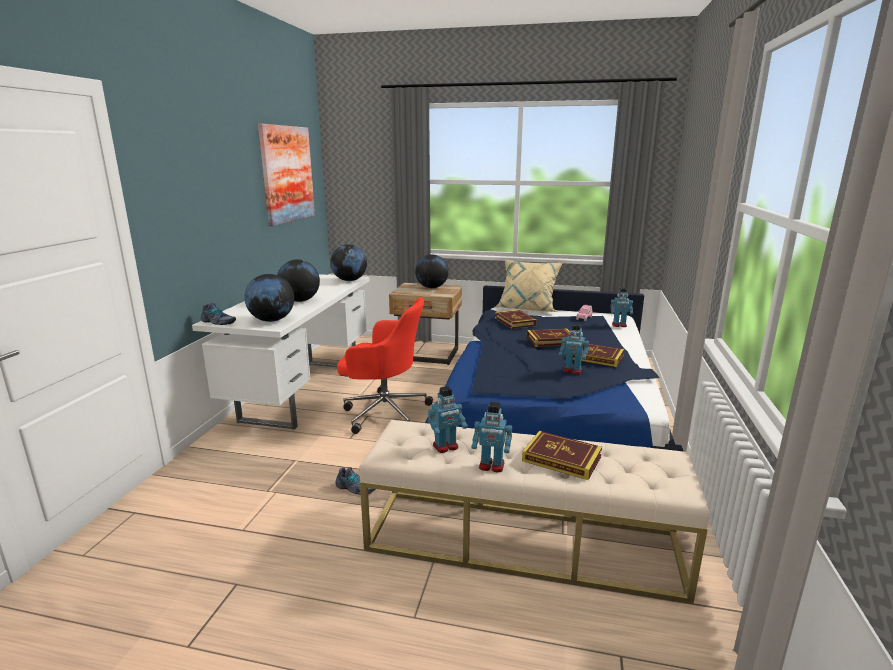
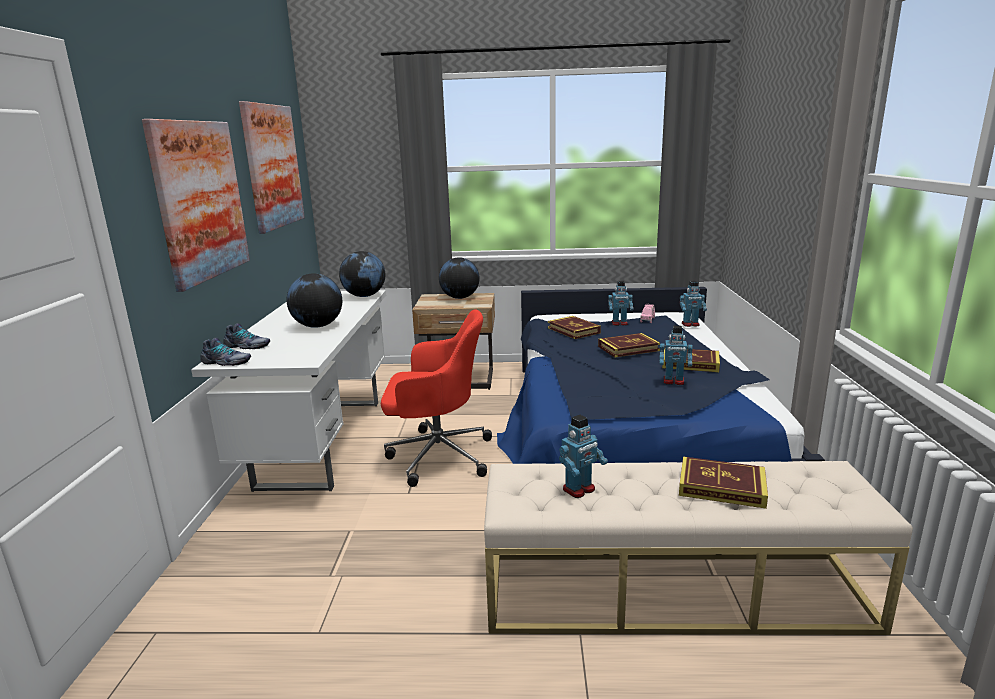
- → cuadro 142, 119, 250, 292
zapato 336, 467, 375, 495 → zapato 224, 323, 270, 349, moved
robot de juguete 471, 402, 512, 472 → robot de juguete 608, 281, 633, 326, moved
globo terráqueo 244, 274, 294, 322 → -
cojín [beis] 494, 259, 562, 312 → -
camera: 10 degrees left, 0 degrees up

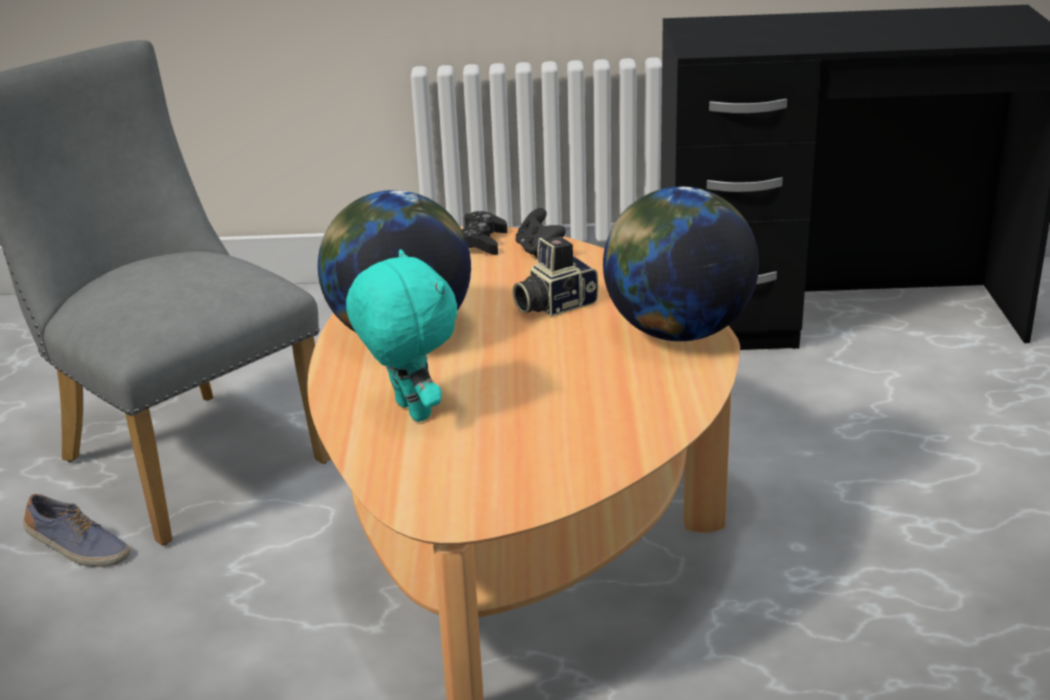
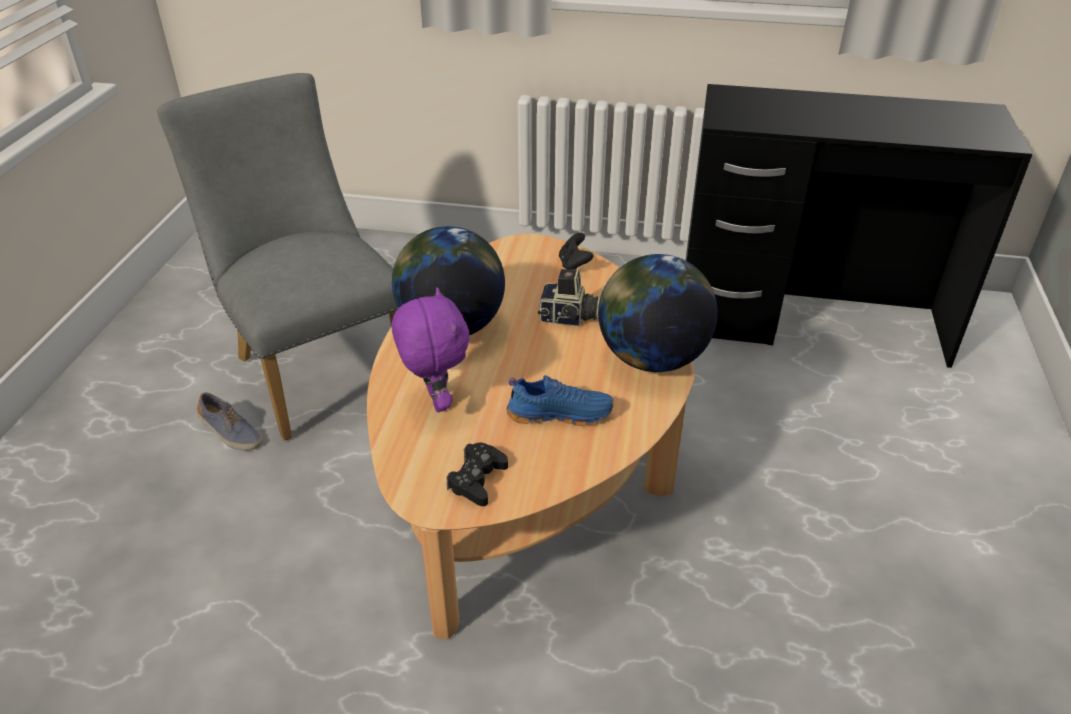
peluche [turquesa] 346, 249, 457, 422 → peluche [morado] 391, 287, 469, 412
mando de consola [negro] 462, 211, 507, 255 → mando de consola [negro] 447, 443, 508, 506, moved
- → zapato [azul] 507, 375, 614, 426
cámara 513, 236, 598, 317 → cámara 538, 268, 601, 326, 150 degrees counterclockwise
camera: 10 degrees right, 10 degrees up

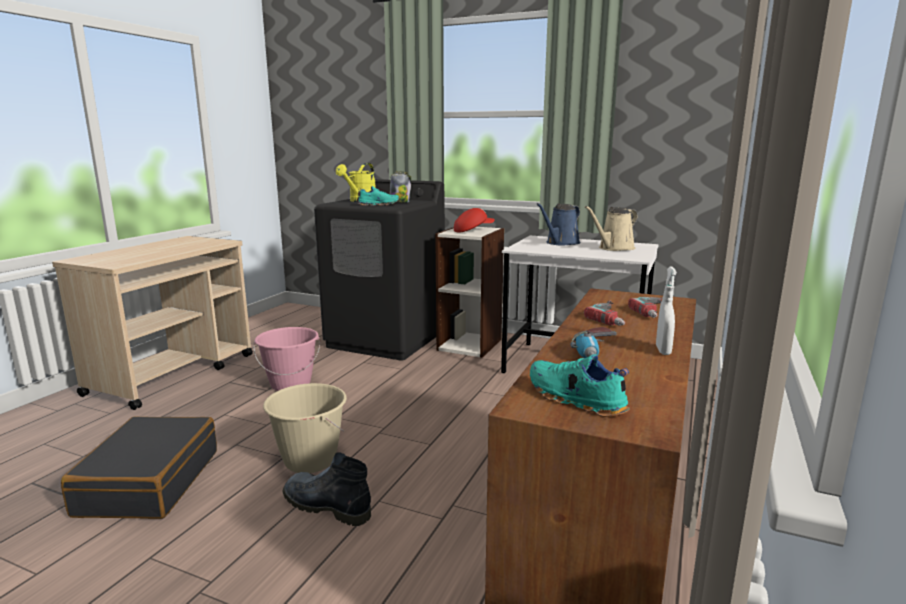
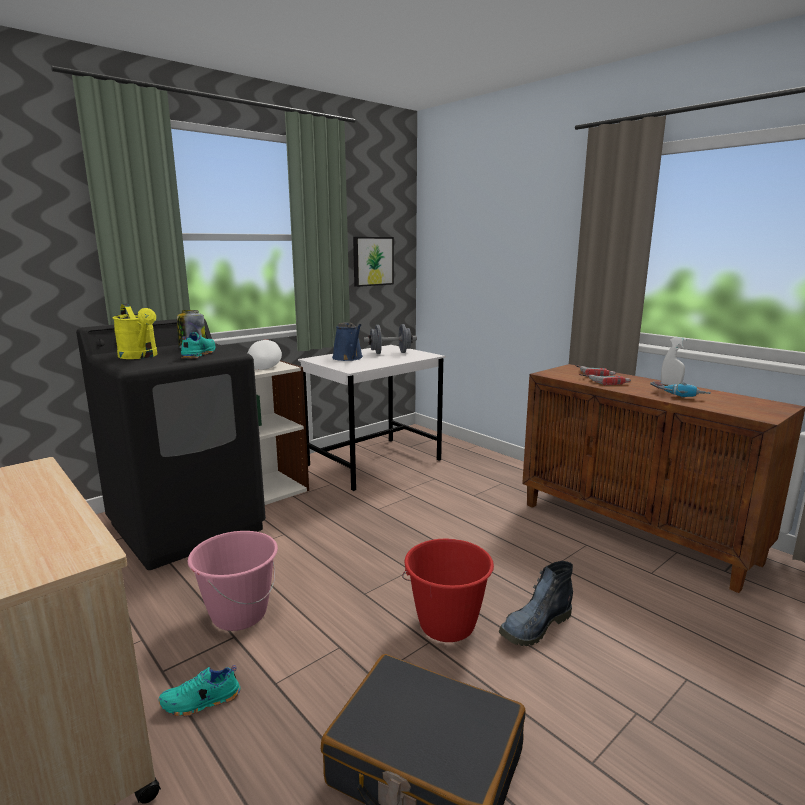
zapato [turquesa] 530, 354, 630, 417 → zapato [turquesa] 159, 665, 241, 717, moved
gorra [rojo] 454, 208, 495, 233 → gorra [blanco] 247, 339, 282, 370
- → cuadro 353, 237, 394, 287
regadera [beis] 585, 206, 638, 251 → mancuerna [gris] 364, 324, 417, 354
cubo [beis] 263, 383, 347, 473 → cubo [rojo] 402, 539, 494, 642
camera: 65 degrees left, 0 degrees up

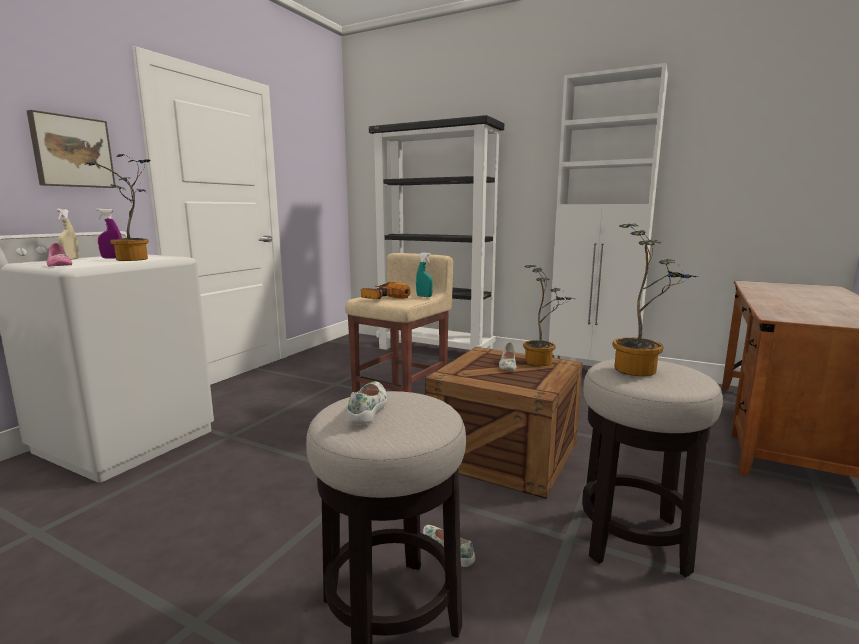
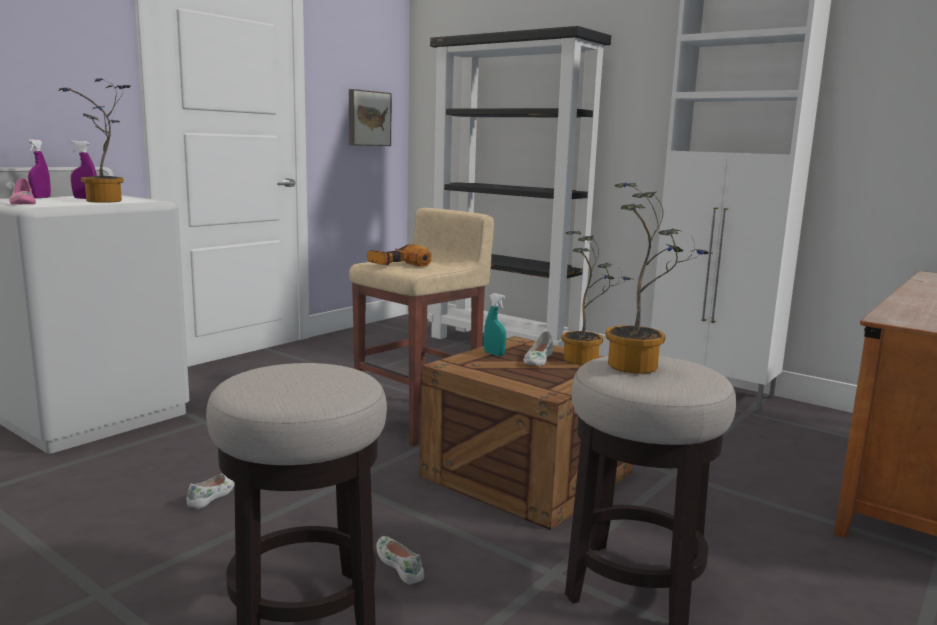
pulverizador [beis] 55, 208, 79, 260 → pulverizador [morado] 27, 139, 51, 198
zapato [blanco] 347, 381, 387, 424 → zapato [blanco] 187, 473, 234, 508, moved
cuadro 27, 110, 116, 188 → cuadro 349, 89, 392, 146, moved
pulverizador [turquesa] 416, 253, 433, 297 → pulverizador [turquesa] 484, 293, 506, 356, moved
camera: 10 degrees right, 0 degrees up

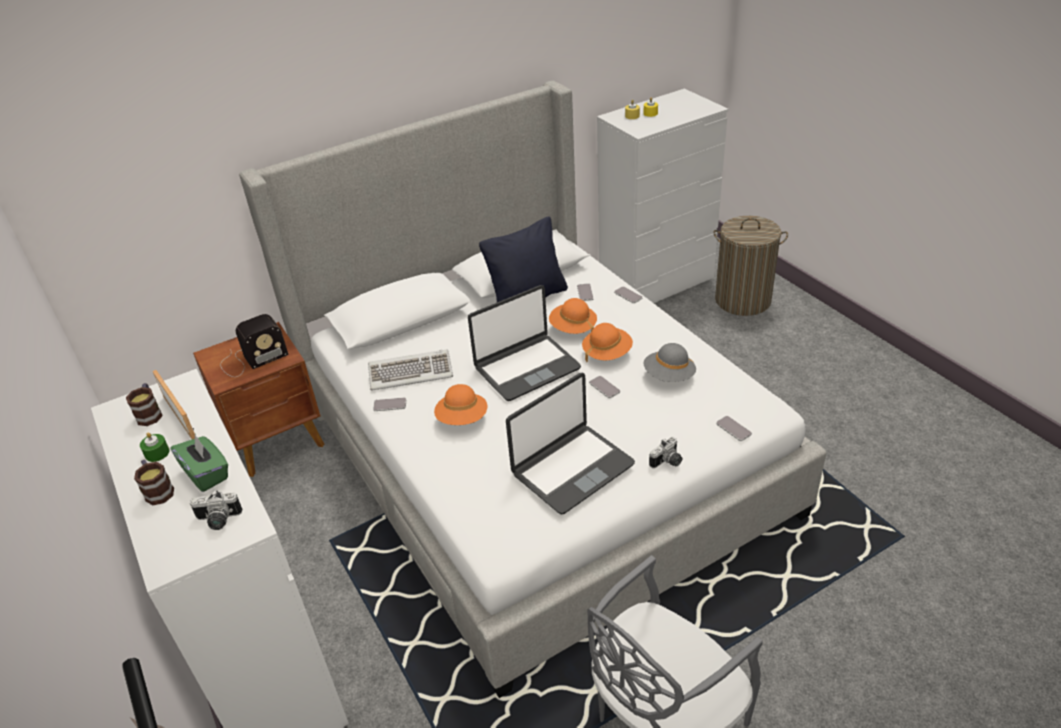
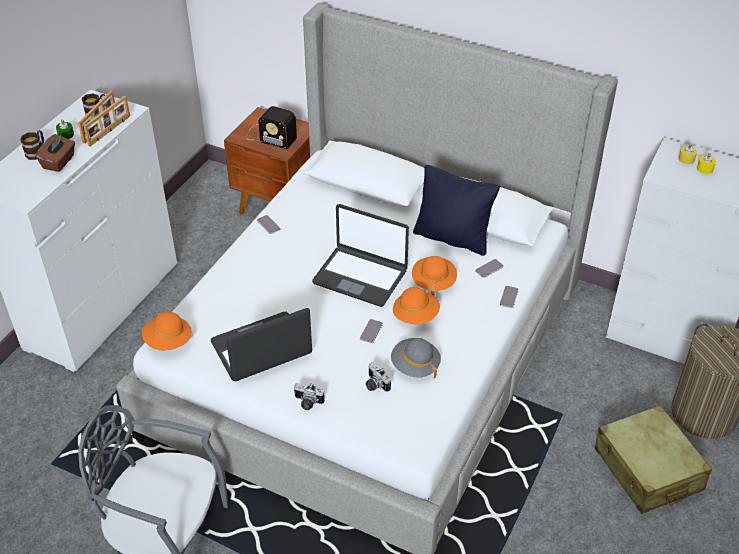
caja de pañuelos [verde] 171, 434, 228, 492 → caja de pañuelos [marrón] 36, 134, 75, 172
- → portarretratos 83, 96, 130, 147
sombrero [naranja] 434, 384, 487, 425 → sombrero [naranja] 142, 312, 192, 350, moved
portátil 506, 373, 635, 515 → portátil 211, 308, 312, 381, 135 degrees clockwise
cámara 190, 489, 243, 530 → cámara 365, 362, 391, 392, moved
- → maleta [beis] 595, 405, 712, 514
teclado 368, 349, 453, 391 → -
móvil 716, 416, 752, 441 → -
camera: 55 degrees right, 5 degrees up

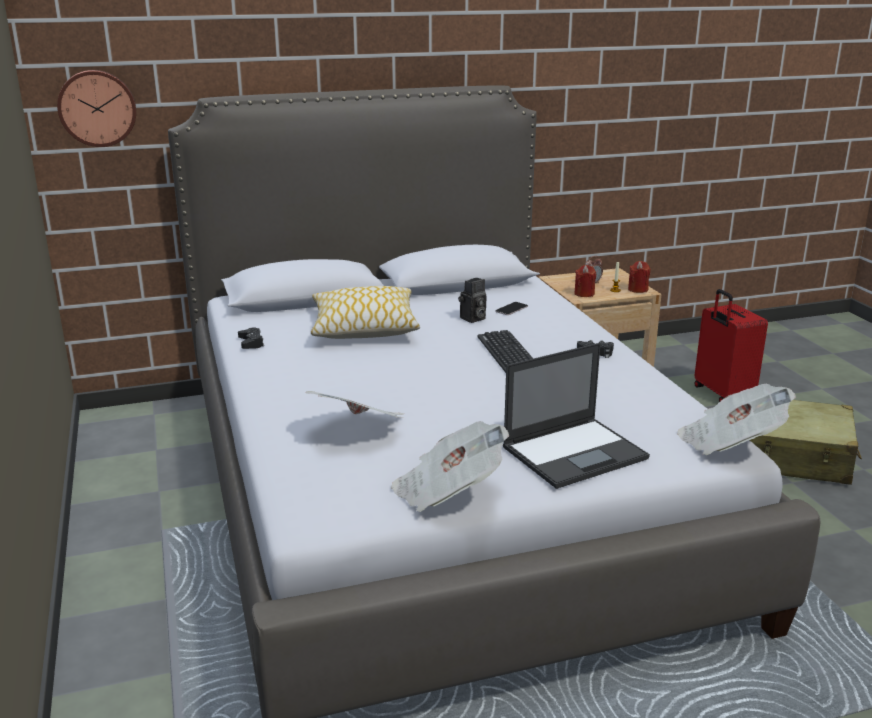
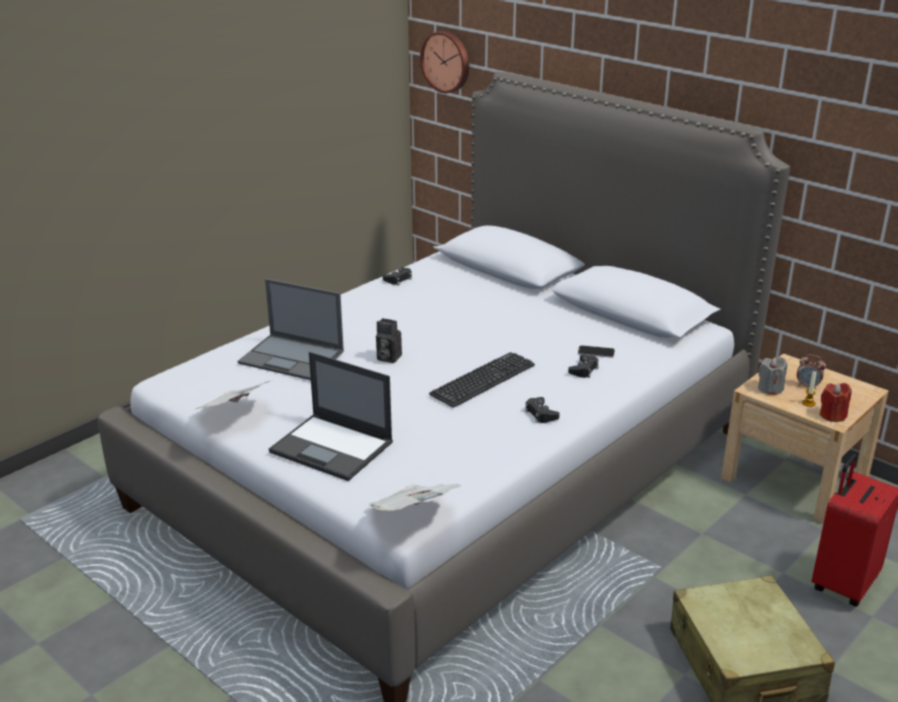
periódico 305, 391, 404, 418 → portátil 238, 279, 344, 380
cámara 458, 278, 487, 323 → cámara 376, 318, 402, 363, moved
- → mando de consola [negro] 568, 355, 599, 378
vela [rojo] 574, 265, 596, 297 → vela [gris] 758, 357, 787, 395
cojín 311, 286, 420, 339 → -
camera: 60 degrees right, 5 degrees up

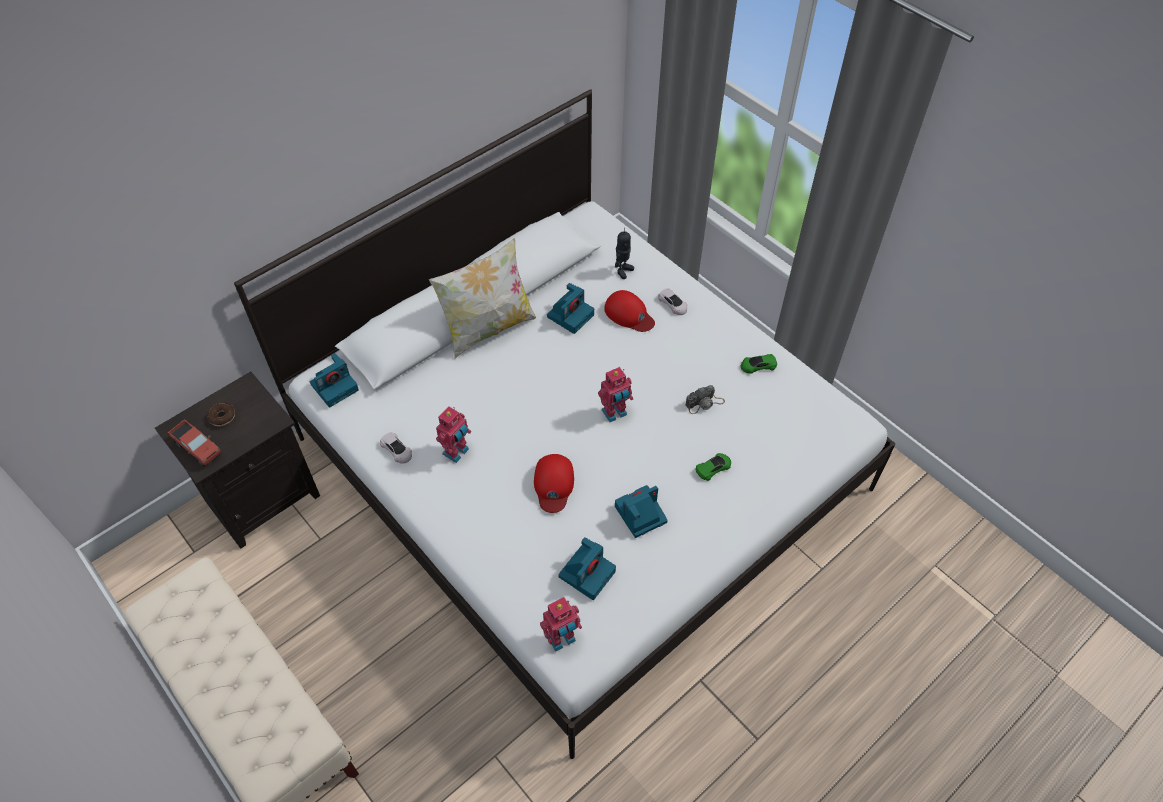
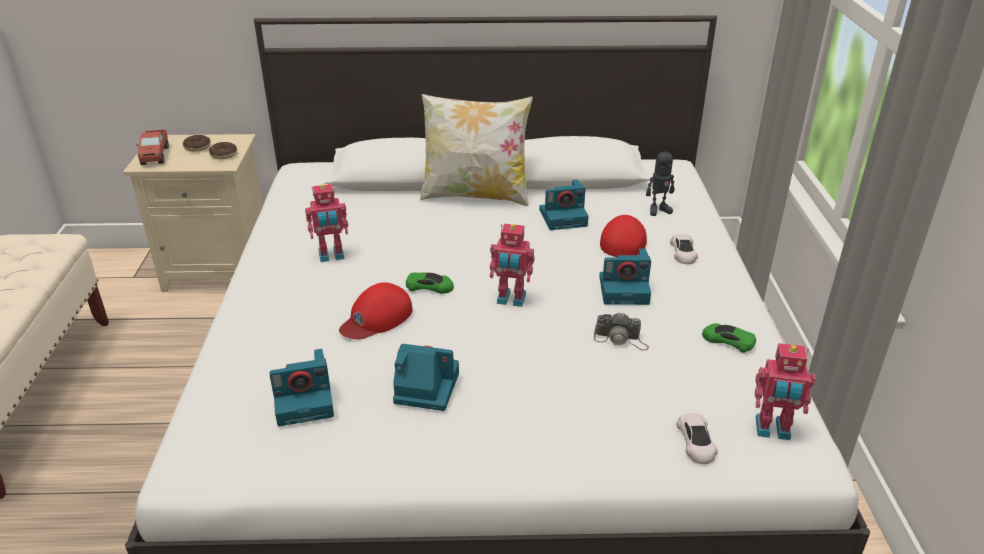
mesita de noche [negro] 155, 371, 320, 549 → mesita de noche [beis] 123, 134, 263, 292
- → rosquilla 209, 142, 237, 159
coche de juguete [verde] 695, 453, 731, 481 → coche de juguete [verde] 406, 272, 454, 294, moved
cámara 310, 353, 359, 407 → cámara 599, 248, 651, 305, moved
gorra [rojo] 604, 290, 655, 332 → gorra [rojo] 600, 215, 647, 257, 150 degrees counterclockwise
coche de juguete [blanco] 380, 432, 412, 464 → coche de juguete [blanco] 676, 413, 718, 464, moved
robot de juguete 540, 597, 582, 652 → robot de juguete 755, 343, 816, 440, moved
camera: 40 degrees right, 20 degrees down

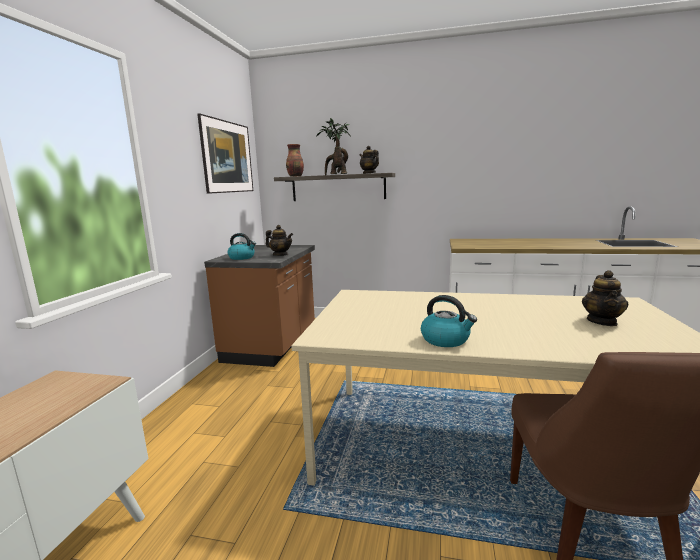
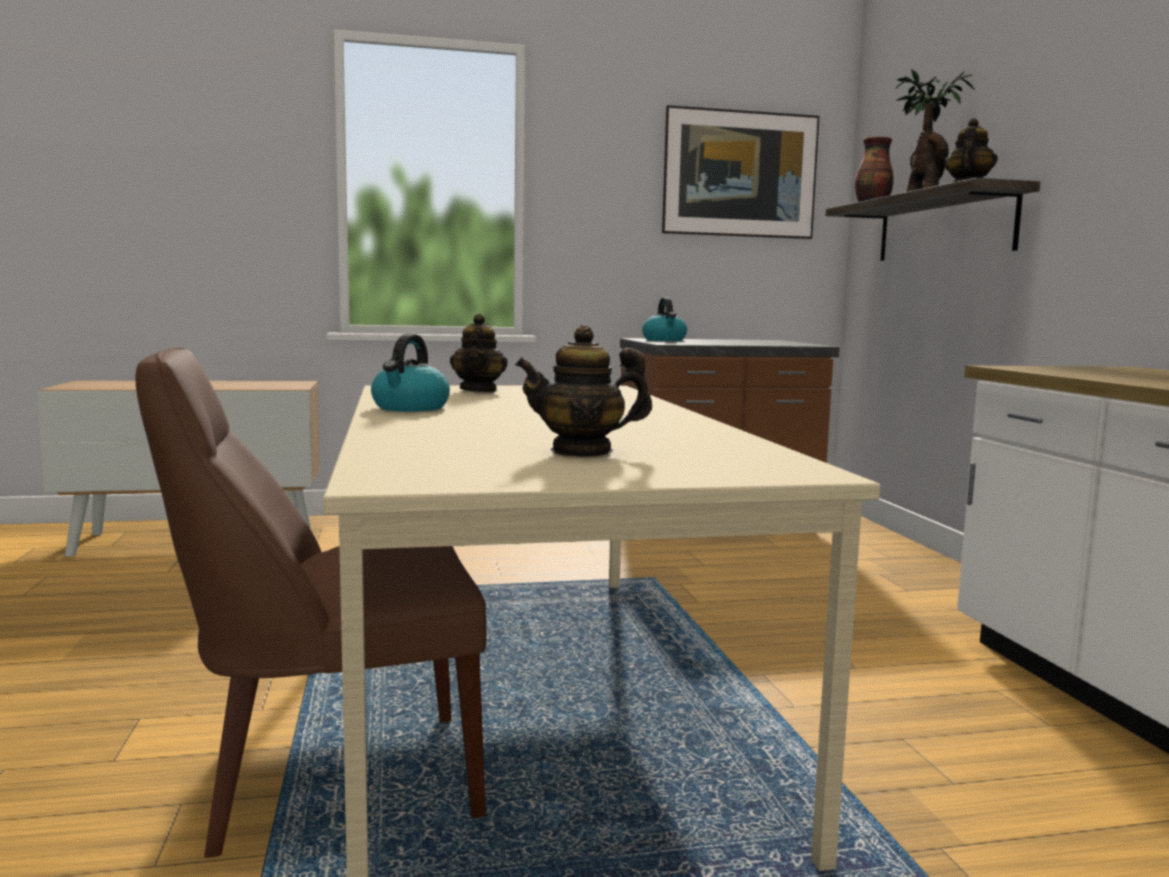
tetera 266, 225, 293, 256 → tetera 450, 313, 508, 392, moved
camera: 65 degrees right, 5 degrees down

